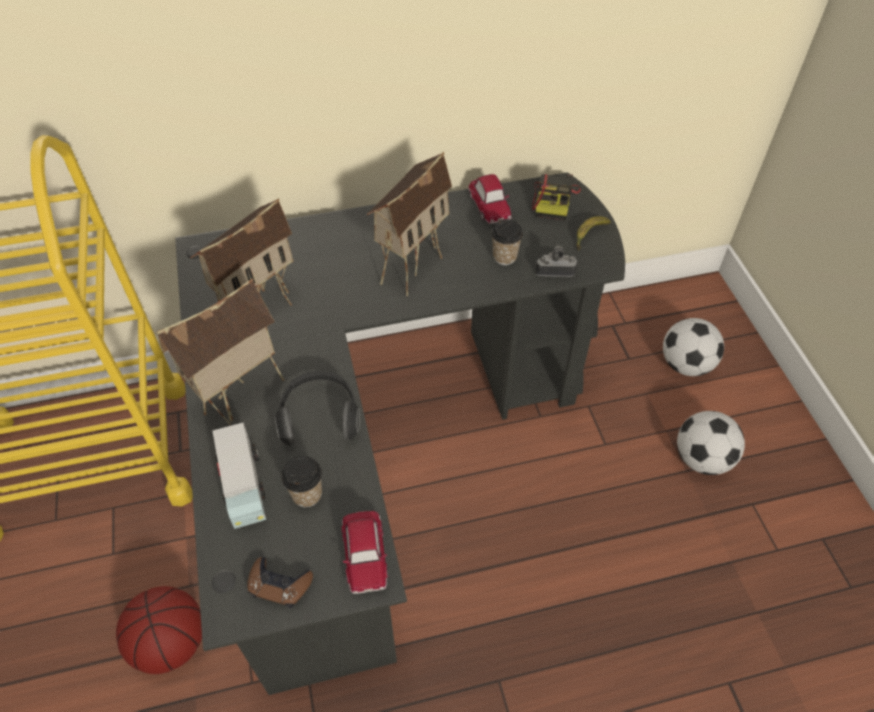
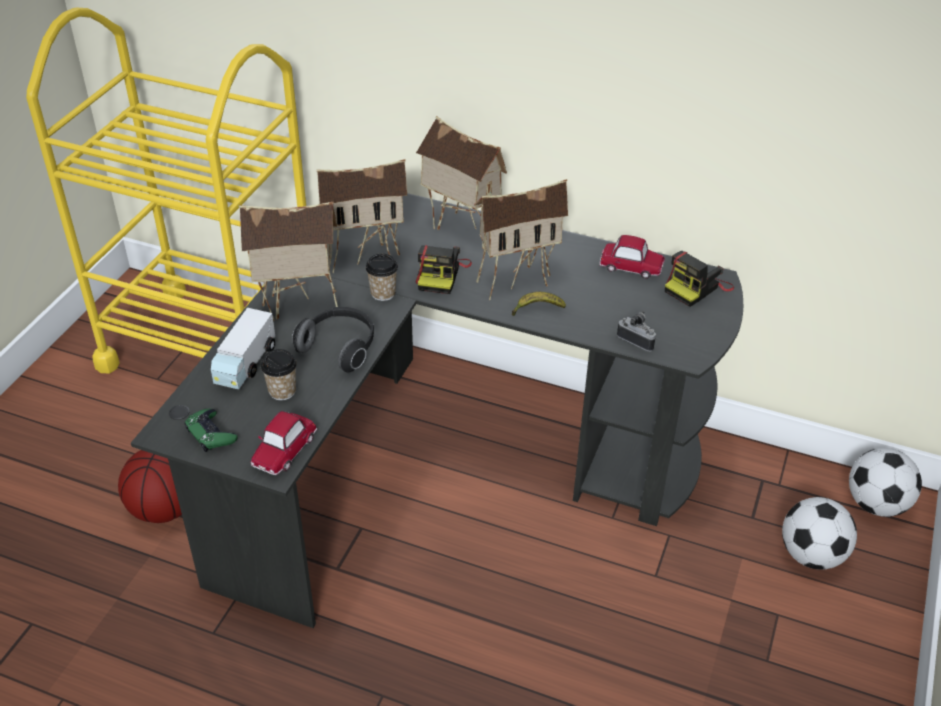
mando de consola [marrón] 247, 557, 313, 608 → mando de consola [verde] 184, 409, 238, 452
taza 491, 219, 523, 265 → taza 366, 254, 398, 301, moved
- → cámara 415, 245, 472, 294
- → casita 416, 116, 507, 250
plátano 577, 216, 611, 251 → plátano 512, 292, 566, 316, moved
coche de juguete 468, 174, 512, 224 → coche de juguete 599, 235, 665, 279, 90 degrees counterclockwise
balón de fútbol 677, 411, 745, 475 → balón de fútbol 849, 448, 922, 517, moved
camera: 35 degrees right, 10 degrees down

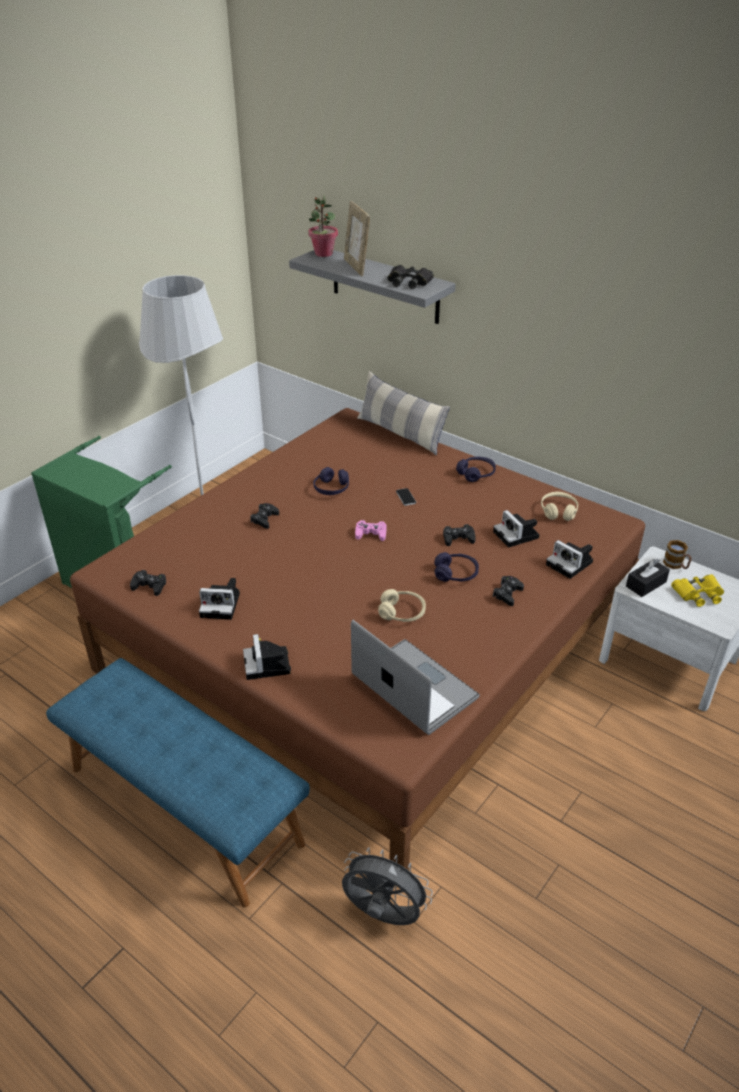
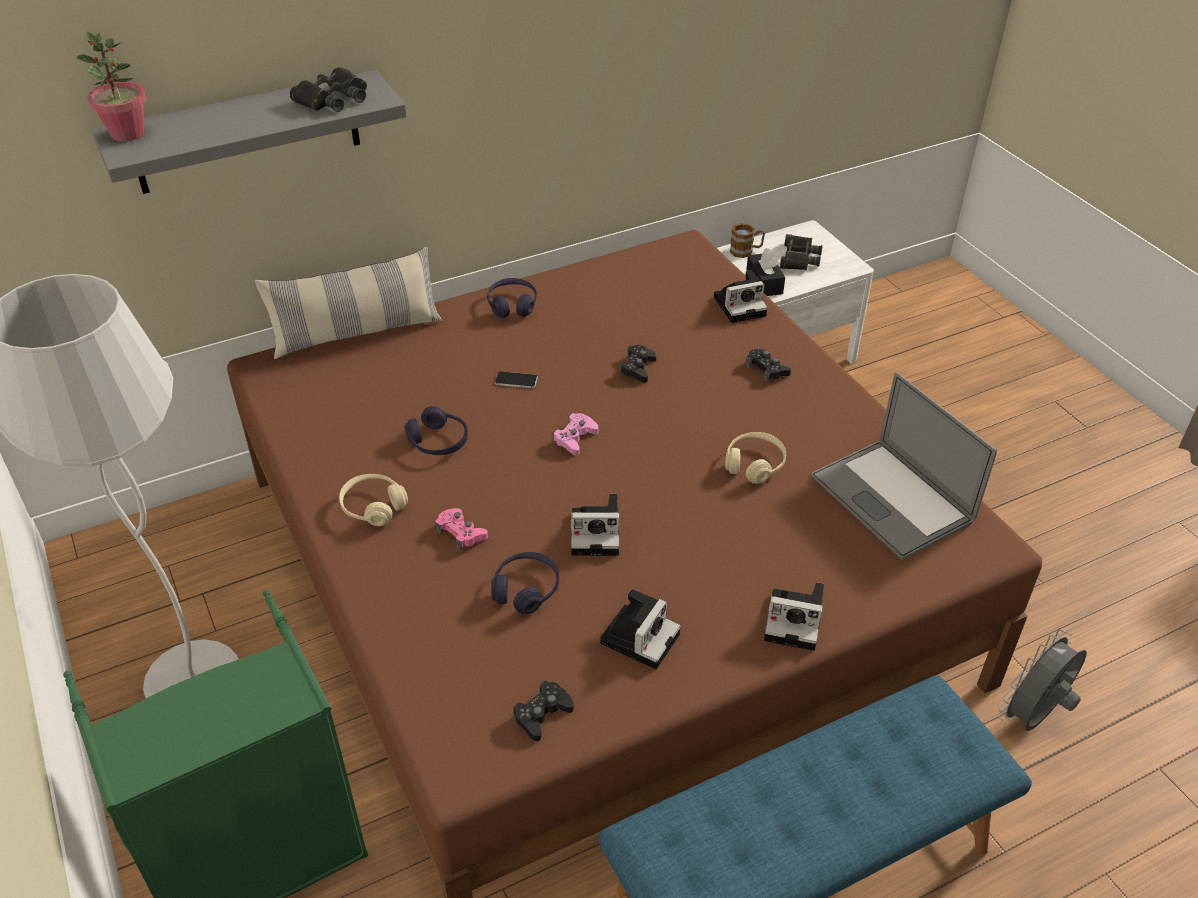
auriculares [beis] 541, 492, 578, 521 → auriculares [beis] 339, 474, 408, 526, moved
mando de consola [negro] 250, 503, 279, 529 → mando de consola [rosa] 435, 508, 488, 551
auriculares [morado] 434, 552, 479, 582 → auriculares [morado] 491, 552, 559, 614, moved
cámara 493, 510, 540, 548 → cámara 571, 494, 620, 556, moved
prismáticos [amarillo] 671, 574, 724, 607 → prismáticos [negro] 780, 234, 823, 270
portátil 351, 620, 480, 735 → portátil 811, 372, 997, 560, 105 degrees counterclockwise
portarretratos 344, 201, 370, 276 → -
camera: 65 degrees left, 5 degrees up

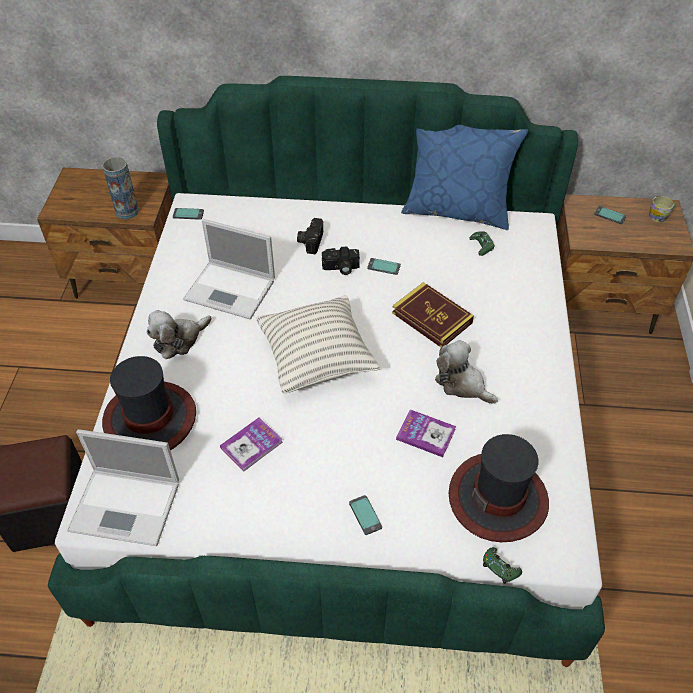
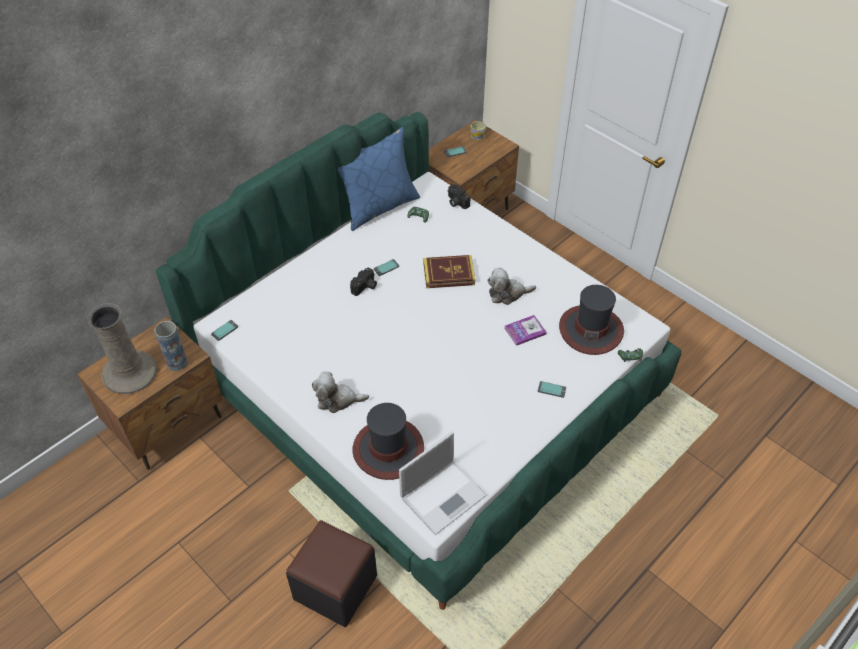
- → florero [beis] 87, 303, 157, 394
peluche 146, 310, 212, 359 → peluche 312, 372, 369, 413, 90 degrees clockwise
cámara 297, 218, 323, 254 → cámara 447, 184, 470, 209, moved
portátil 183, 219, 275, 320 → -
libro 220, 418, 283, 472 → -
cojín 256, 296, 380, 393 → -
camera: 50 degrees left, 0 degrees up

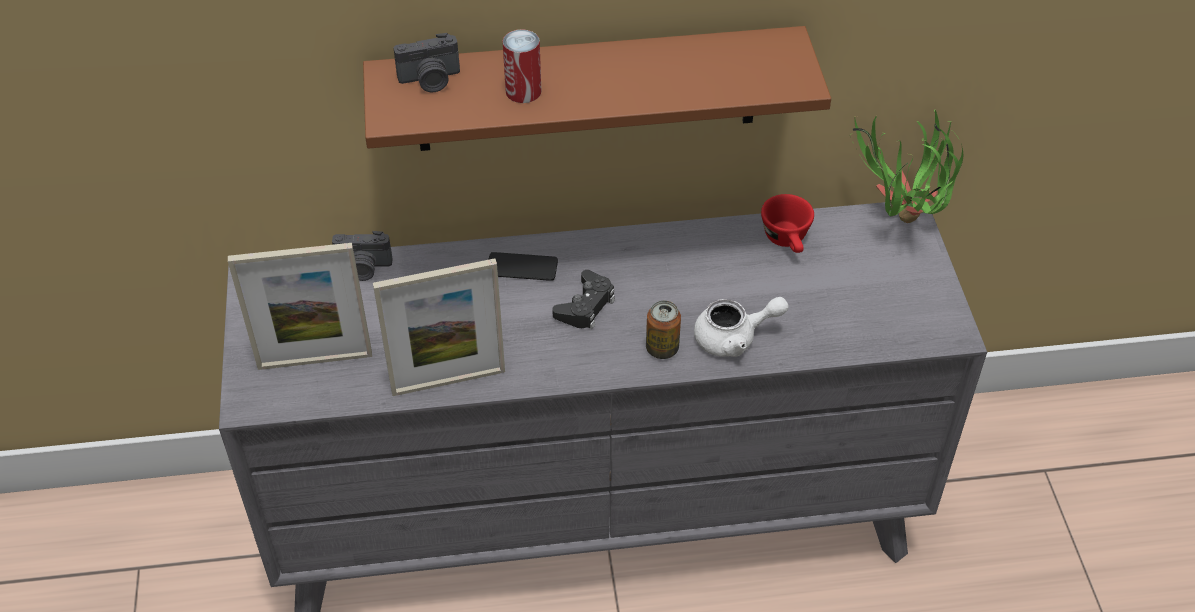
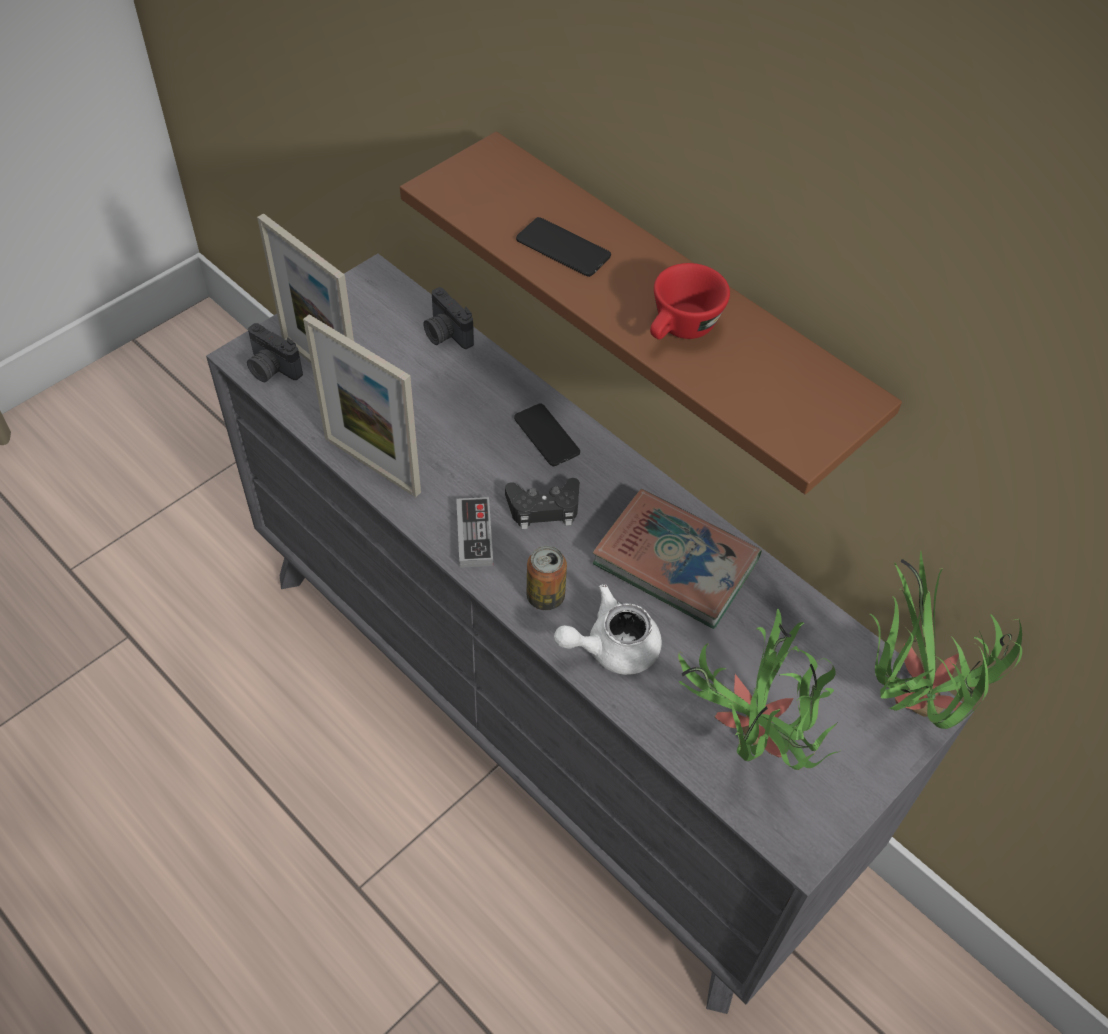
cámara 393, 33, 460, 92 → cámara 247, 323, 303, 382, moved
- → mando de consola 456, 497, 493, 568
lata 503, 29, 542, 103 → móvil 516, 217, 611, 277
tetera [blanco] 694, 297, 788, 357 → tetera [blanco] 554, 584, 662, 675, 120 degrees clockwise
- → libro 593, 489, 762, 629
taza [rojo] 761, 194, 814, 253 → taza [rojo] 650, 263, 730, 340, moved
- → planta en maceta 678, 609, 841, 770
camera: 50 degrees right, 5 degrees up

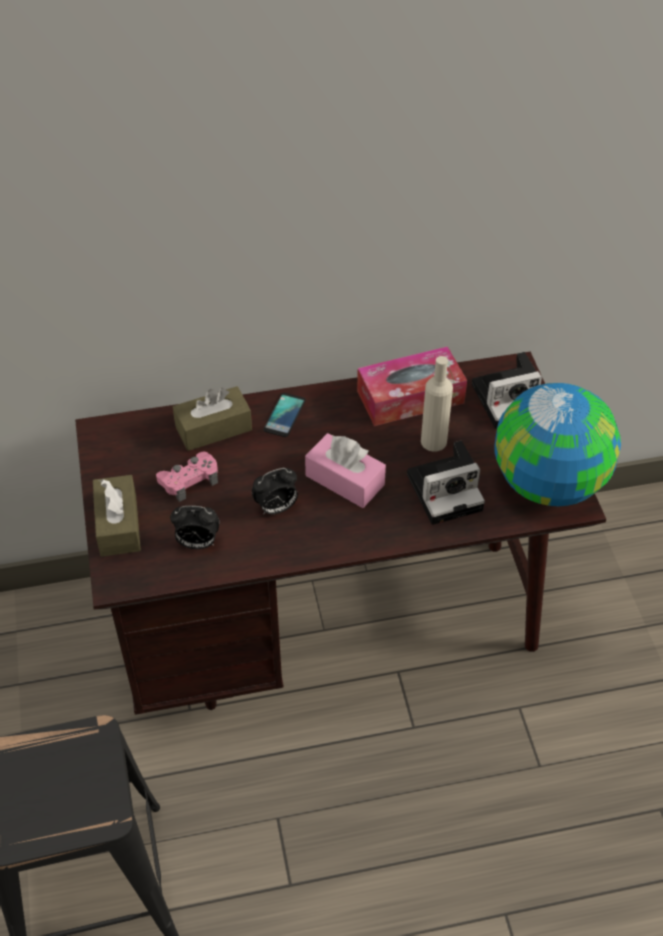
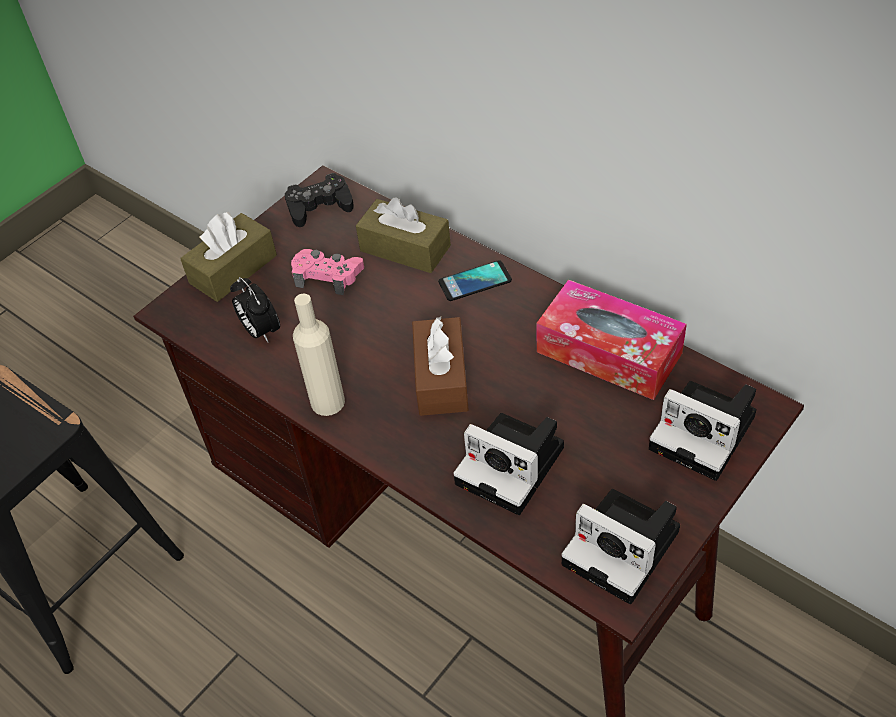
- → mando de consola [negro] 285, 173, 354, 227
botella [beis] 421, 356, 453, 452 → botella [beis] 293, 294, 345, 416, moved
caja de pañuelos [rosa] 305, 433, 386, 508 → caja de pañuelos [marrón] 412, 317, 469, 416
globo terráqueo 495, 383, 621, 506 → cámara 561, 489, 680, 604
despertador 252, 468, 298, 515 → -
camera: 55 degrees right, 0 degrees up

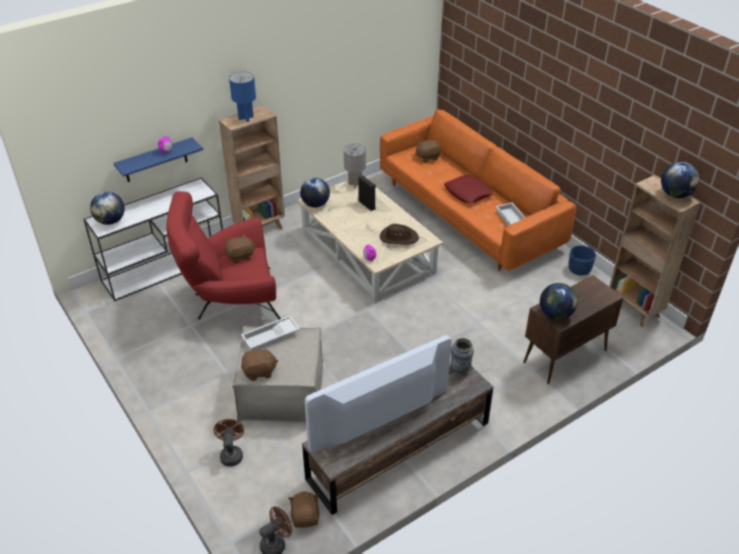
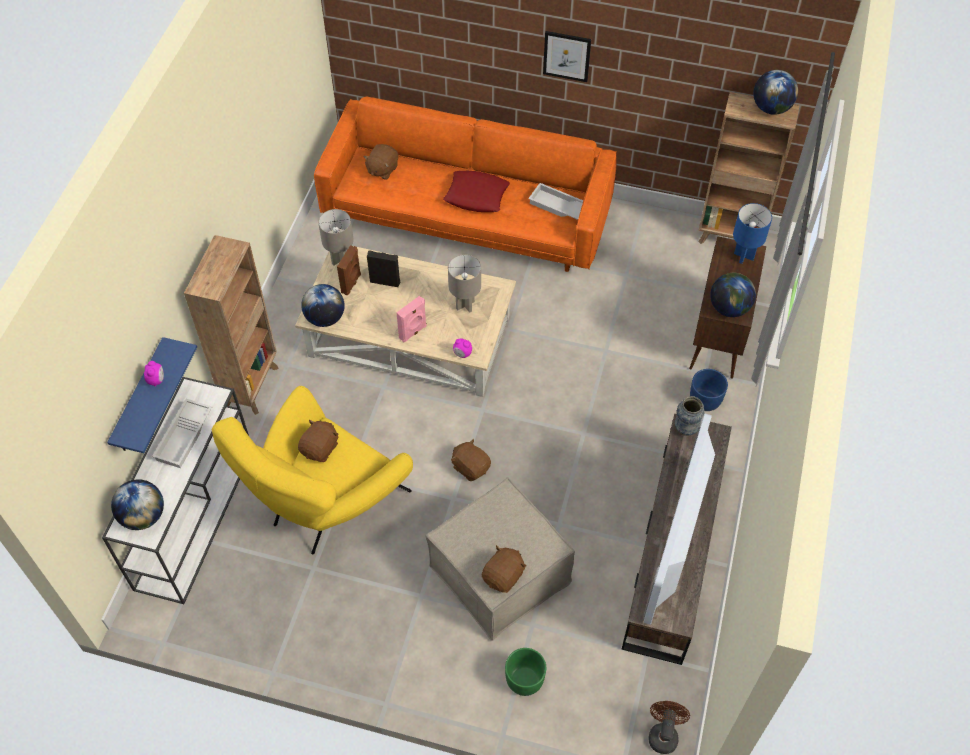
bandeja [blanco] 241, 316, 300, 351 → bandeja [blanco] 152, 399, 212, 468, moved
sillón [rojo] 167, 191, 281, 320 → sillón [amarillo] 212, 386, 413, 555
- → altavoz [marrón] 337, 245, 361, 295
- → altavoz [rosa] 396, 296, 427, 343
sombrero [marrón] 380, 224, 419, 245 → lámpara de mesa [gris] 448, 254, 481, 313
peluche [marrón] 288, 491, 320, 528 → peluche [marrón] 451, 439, 491, 481, moved
ventilador [marrón] 214, 419, 244, 466 → maceta [verde] 505, 648, 546, 696
- → cuadro 543, 31, 591, 82
maceta [azul] 568, 245, 596, 276 → maceta [azul] 690, 369, 728, 411, moved
lámpara de mesa [azul] 229, 72, 256, 122 → lámpara de mesa [azul] 733, 203, 772, 264, moved
camera: 40 degrees left, 15 degrees up

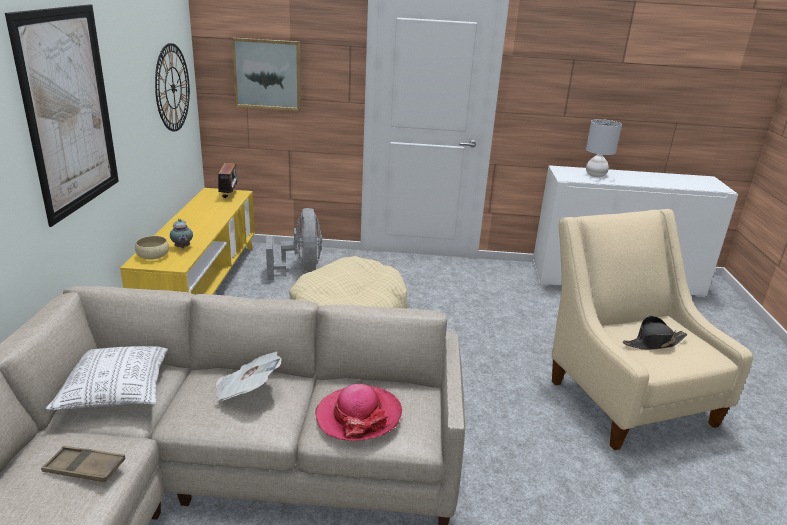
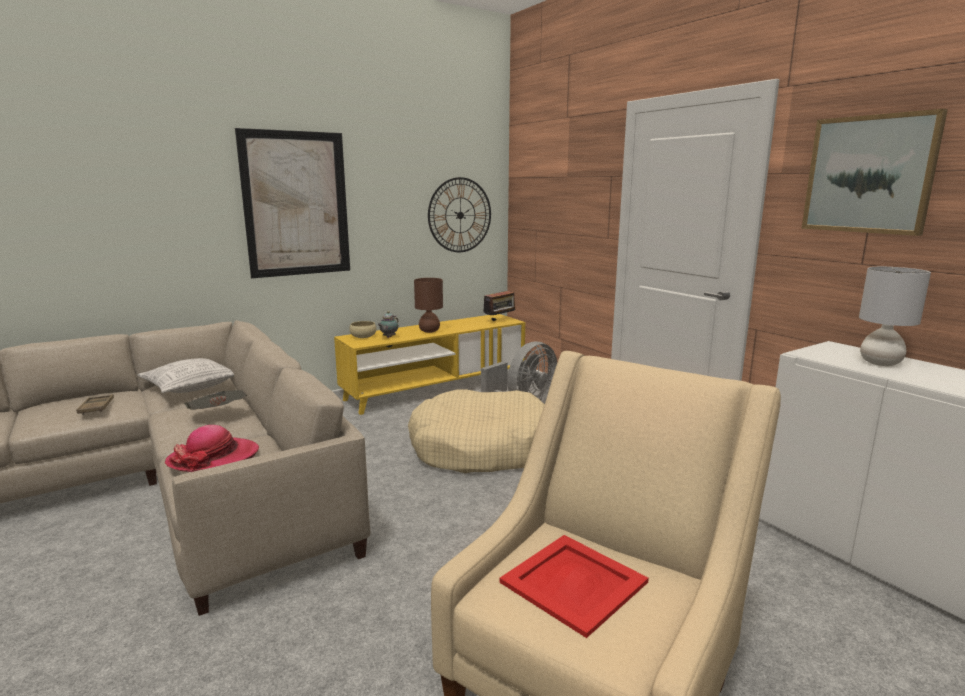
- → lámpara de mesa [marrón] 414, 278, 443, 333
sombrero [negro] 623, 316, 688, 350 → bandeja [rojo] 499, 535, 649, 638
cuadro 231, 37, 301, 111 → cuadro 801, 109, 948, 236, moved
camera: 55 degrees right, 10 degrees down

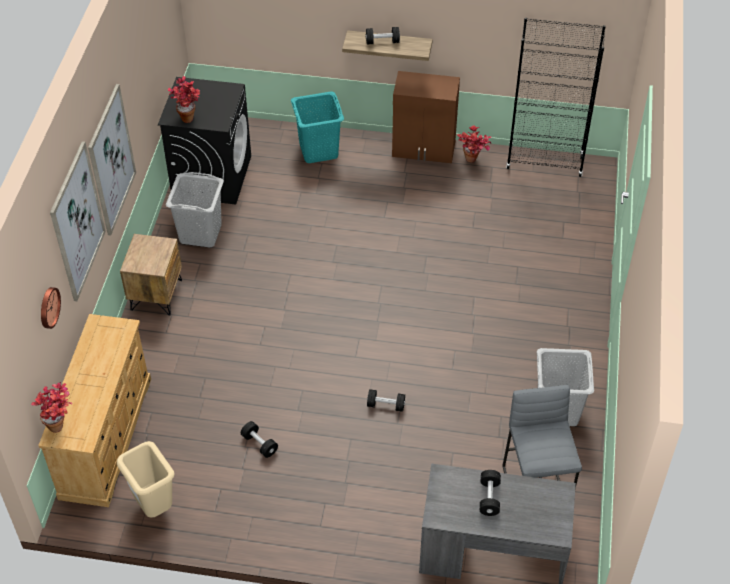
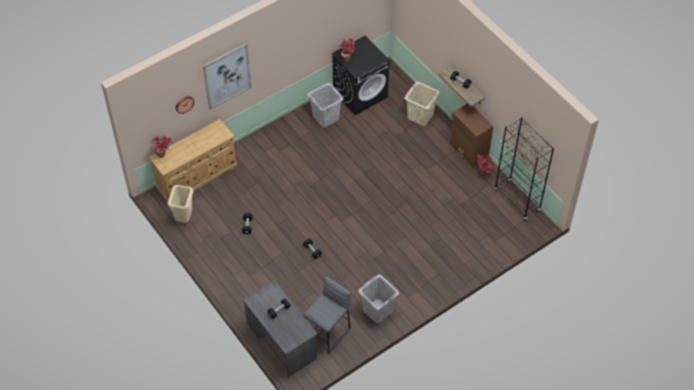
cesto de la ropa [turquesa] 291, 91, 344, 163 → cesto de la ropa [beis] 404, 82, 440, 126
cuadro 88, 84, 136, 236 → -
mesita de noche [marrón] 120, 234, 182, 315 → -
camera: 45 degrees right, 5 degrees up

